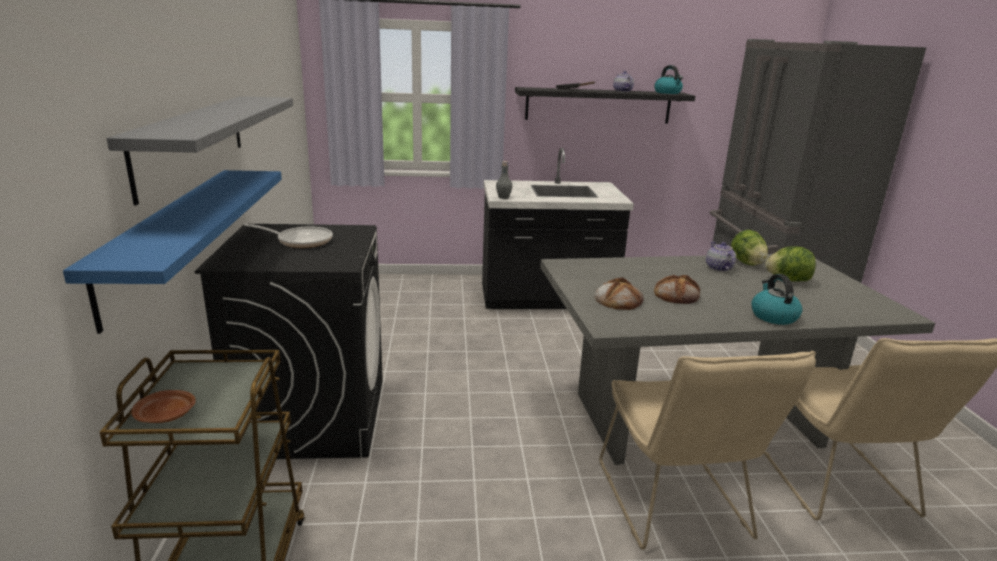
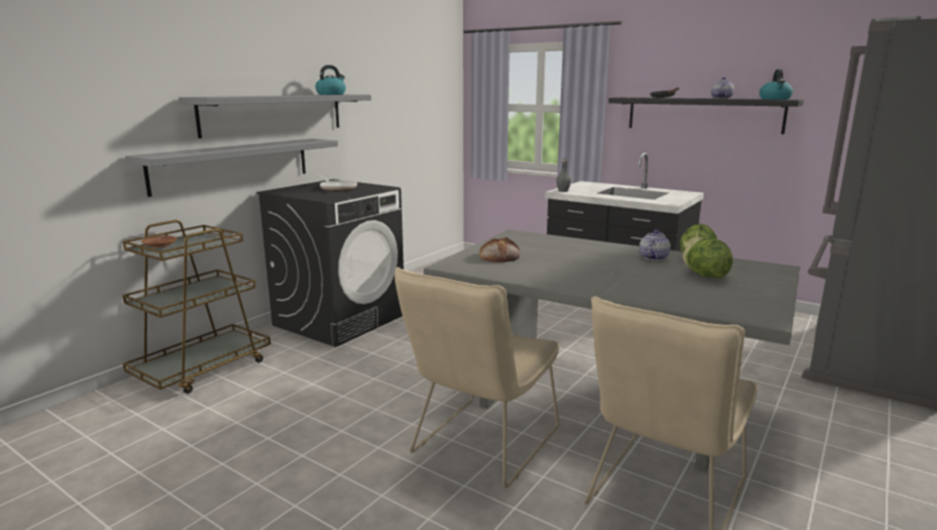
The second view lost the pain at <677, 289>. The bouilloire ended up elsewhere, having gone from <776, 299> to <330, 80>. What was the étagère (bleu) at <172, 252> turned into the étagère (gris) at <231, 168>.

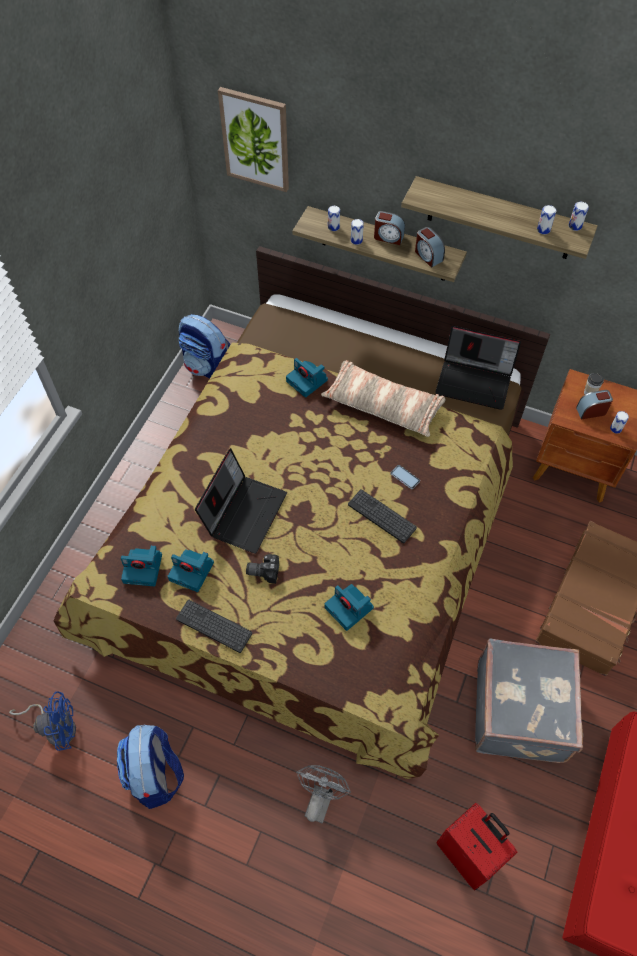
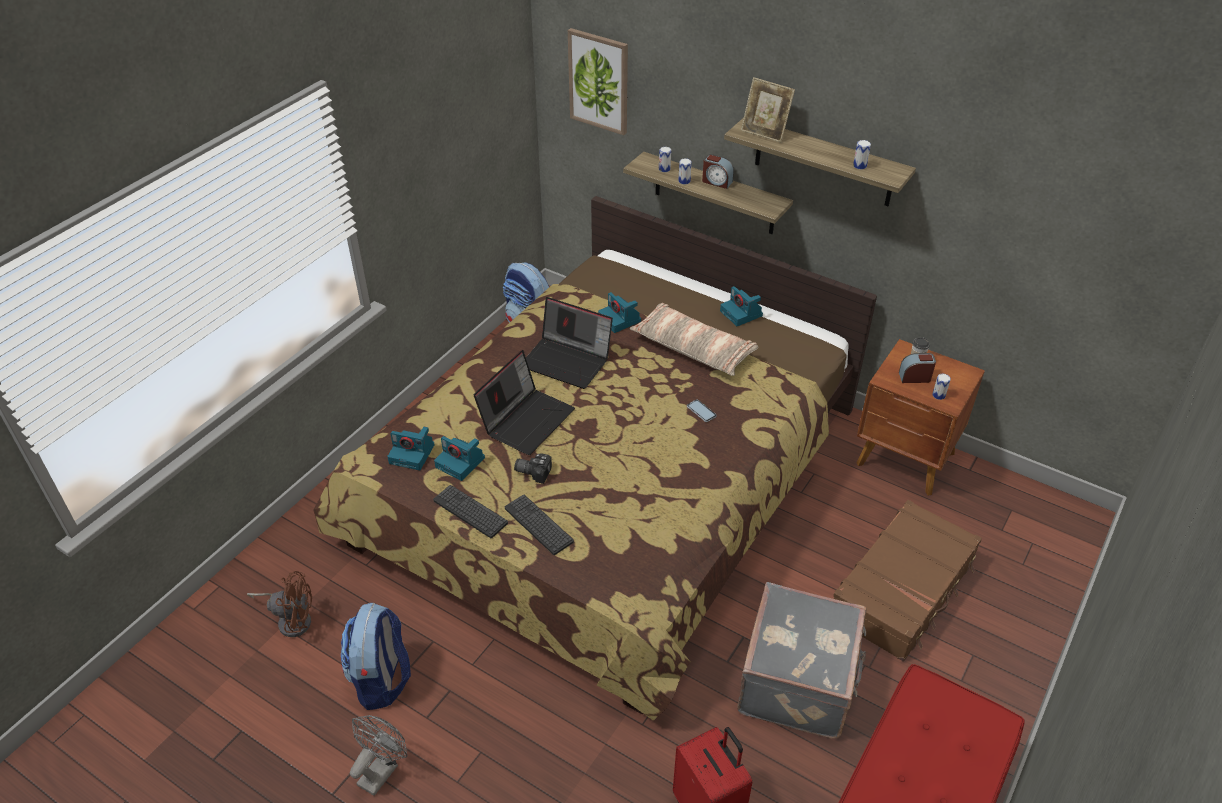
The second view lost the réveil at <430, 247>. The second view lost the boîte métallique at <579, 216>. The second view gained the cadre photo at <768, 110>. The ventilateur (gris) ended up elsewhere, having gone from <323, 794> to <378, 755>. The appareil photo ended up elsewhere, having gone from <349, 607> to <741, 306>. The clavier ended up elsewhere, having gone from <382, 516> to <539, 525>. The ordinateur portable ended up elsewhere, having gone from <478, 368> to <569, 343>. What was the ventilateur (bleu) at <42, 721> turned into the ventilateur (marron) at <279, 604>.

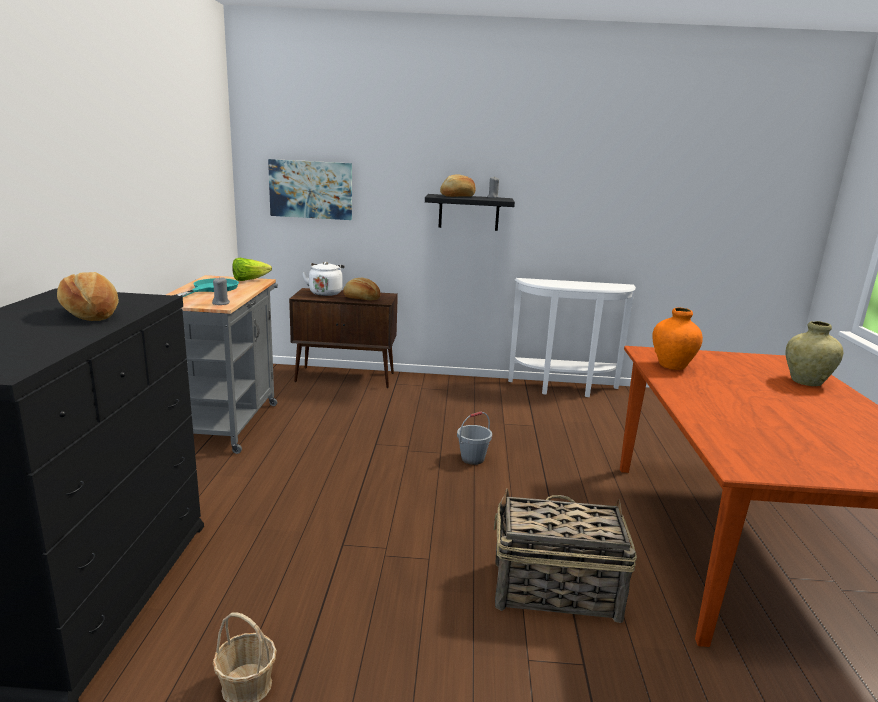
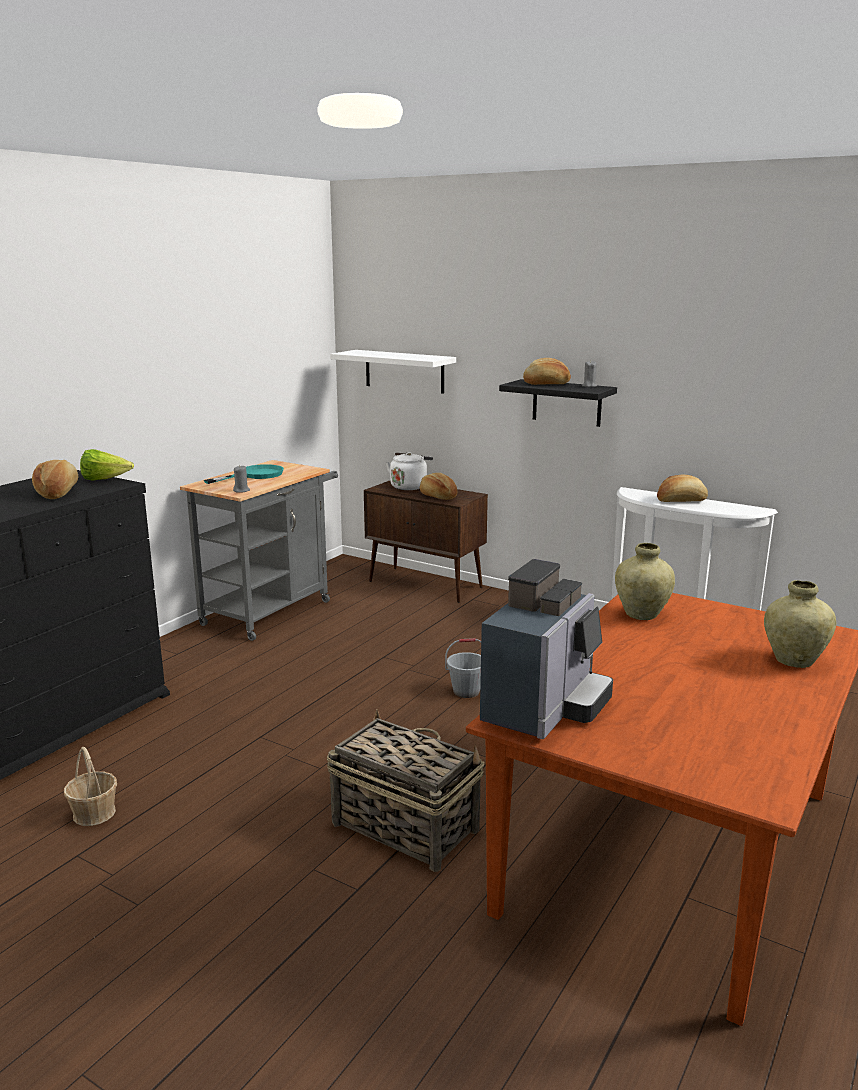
The second view gained the machine à café at <546, 649>. The second view gained the pain at <682, 488>. The laitue ended up elsewhere, having gone from <252, 269> to <107, 465>. Where the tableau hung at <310, 189>, the étagère (blanc) came to hang at <393, 372>. What was the vase (orange) at <677, 338> turned into the vase (beige) at <645, 581>.

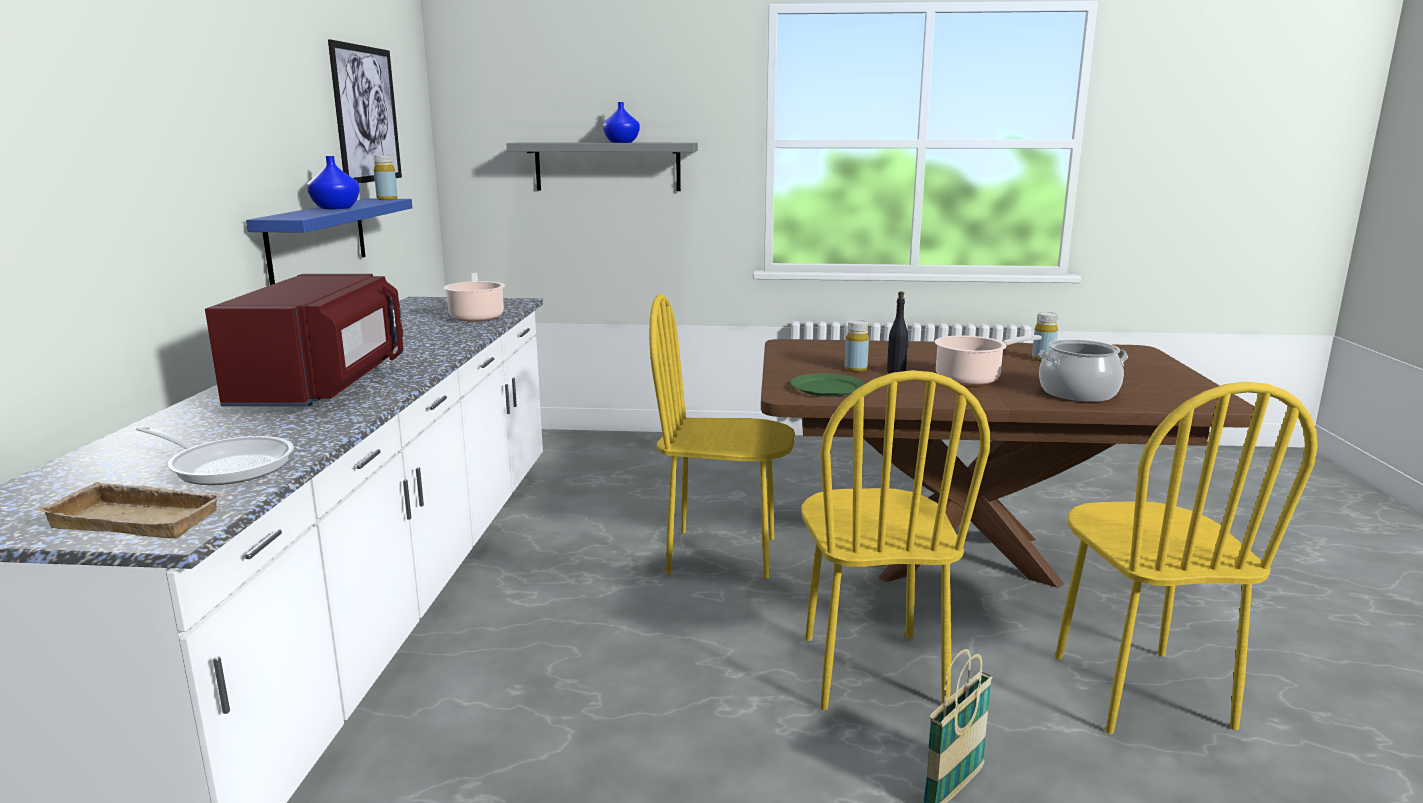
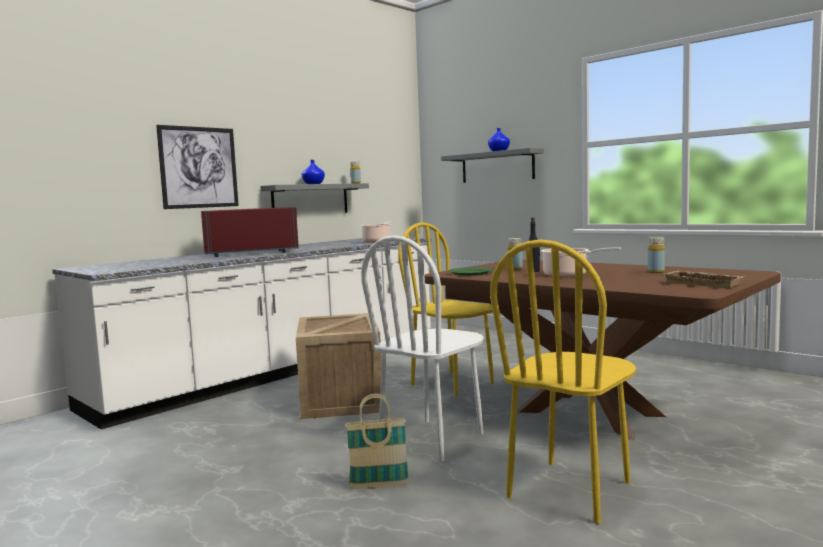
The second view lost the poêle at <215, 455>. The second view lost the marmite at <1083, 370>. The second view gained the caisse at <339, 366>. The plateau (beige) ended up elsewhere, having gone from <131, 510> to <704, 279>. The tableau ended up elsewhere, having gone from <365, 111> to <197, 167>. What was the étagère (bleu) at <329, 241> turned into the étagère (gris) at <314, 198>. What was the chaise (jaune) at <895, 540> turned into the chaise (blanc) at <422, 348>. The micro-ondes (rouge) at <304, 340> ended up facing another way, 150 degrees counterclockwise from before.

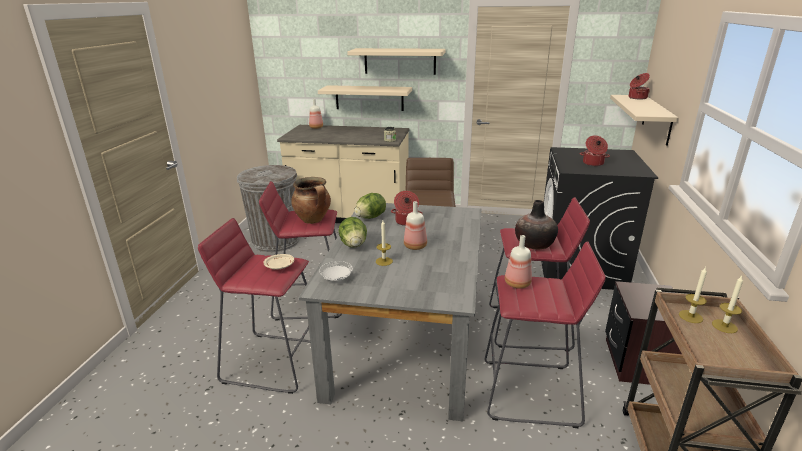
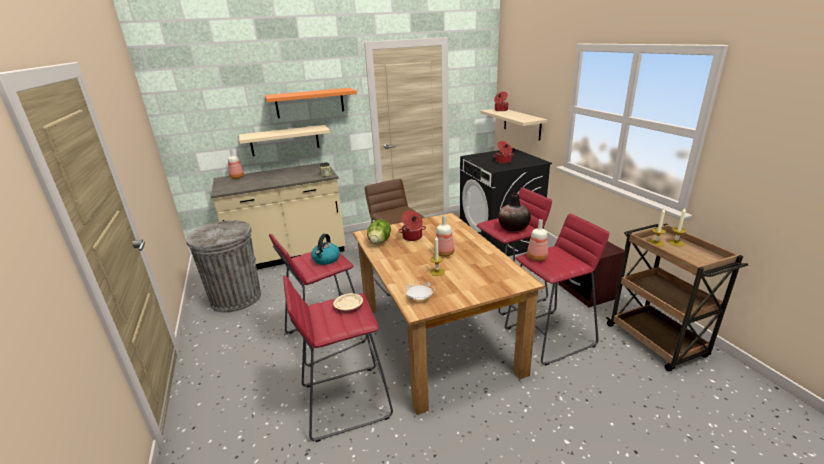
The second view lost the laitue at <352, 232>. Where the marmite stood at <311, 200>, the bouilloire came to stand at <325, 249>. What was the table à manger (gris) at <390, 312> turned into the table à manger (marron) at <449, 314>. What was the étagère (beige) at <396, 61> turned into the étagère (orange) at <311, 103>.

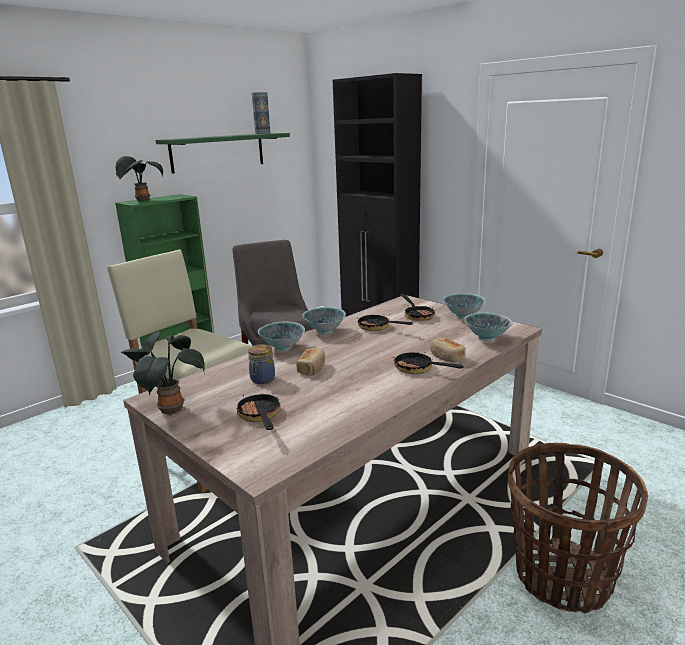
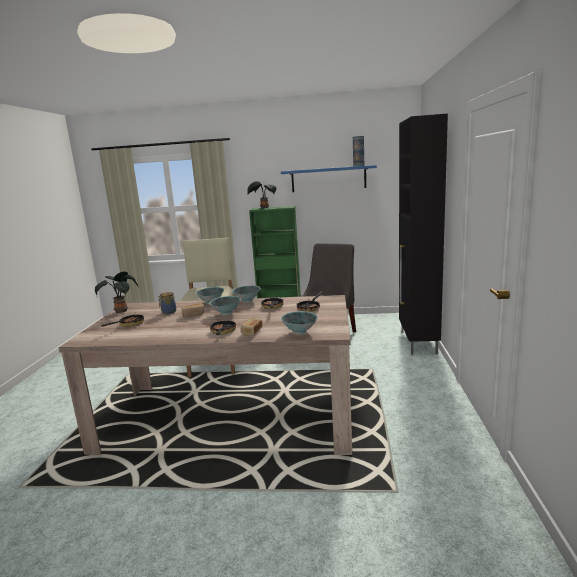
The second view lost the panier at <578, 528>. The bol ended up elsewhere, having gone from <464, 306> to <225, 305>. What was the étagère (vert) at <223, 153> turned into the étagère (bleu) at <329, 178>.

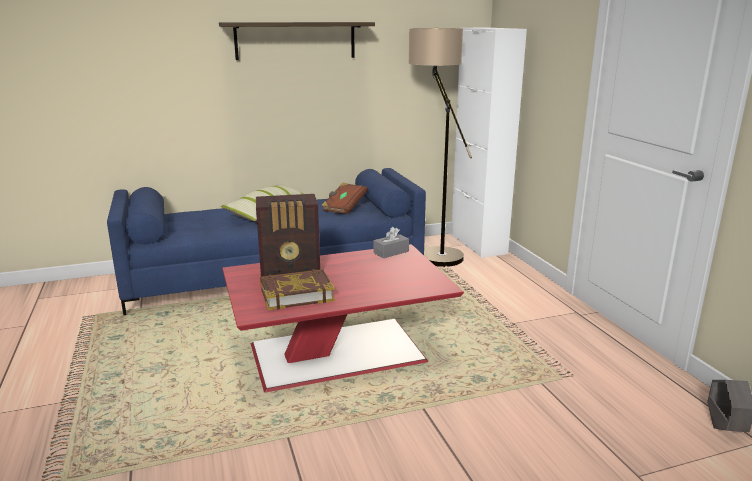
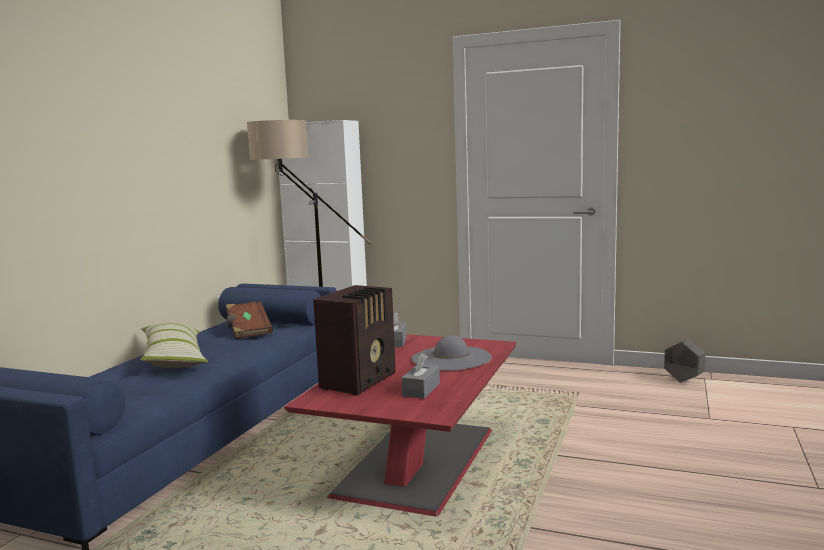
The second view lost the étagère at <297, 41>. The second view gained the chapeau (gris) at <451, 353>. Where the livre stood at <297, 289>, the boîte à mouchoirs (gris) came to stand at <420, 376>.

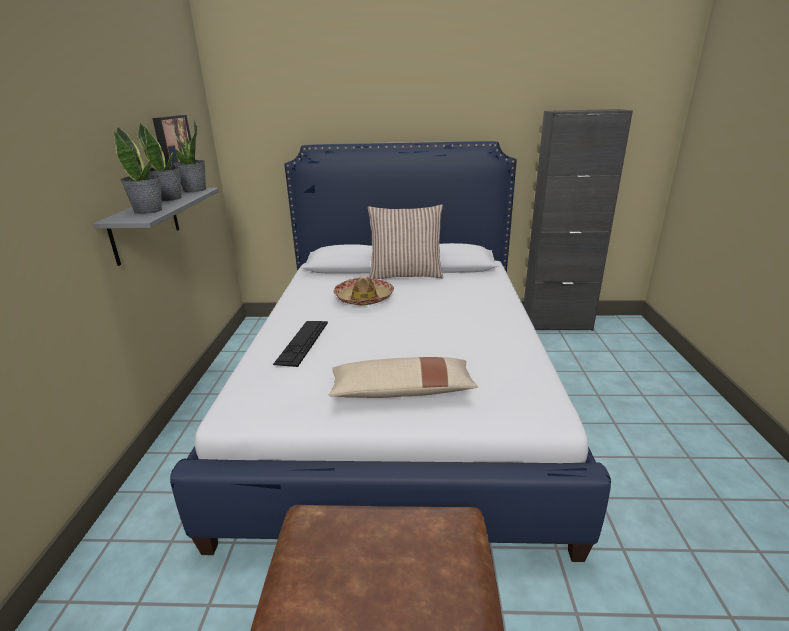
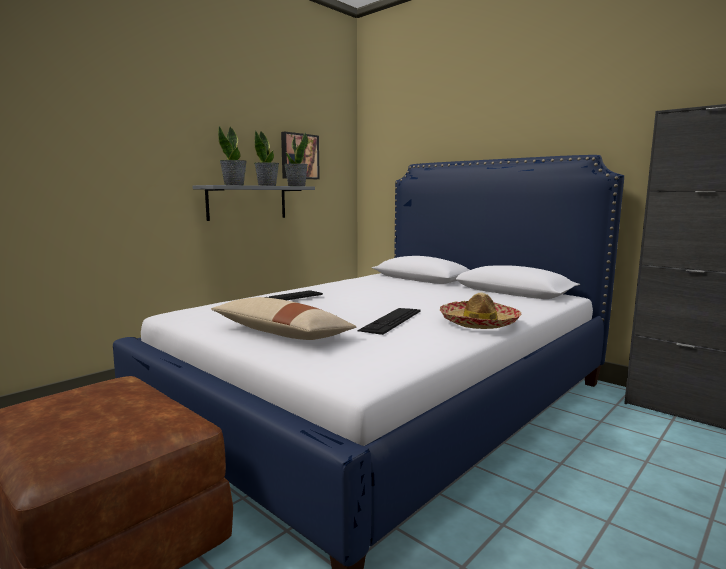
The second view lost the coussin at <405, 241>. The second view gained the clavier at <388, 321>. The chapeau ended up elsewhere, having gone from <364, 291> to <481, 310>.

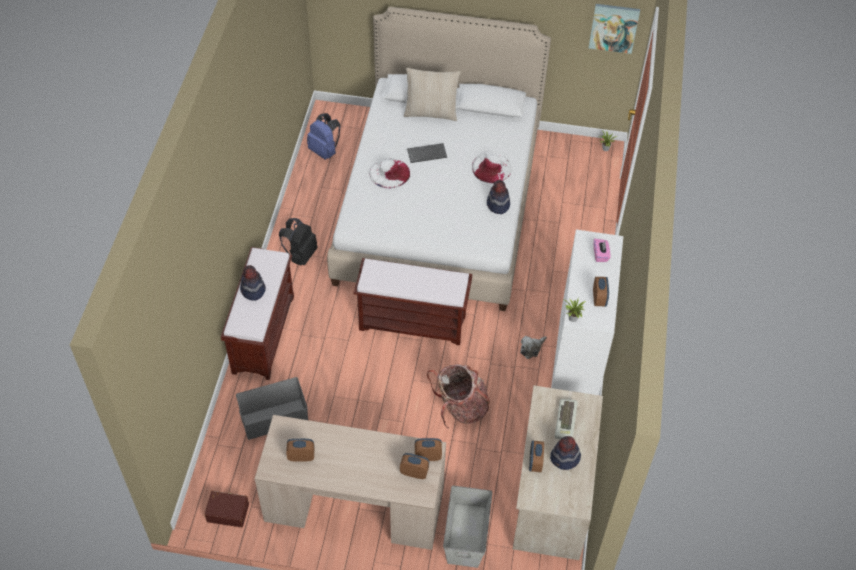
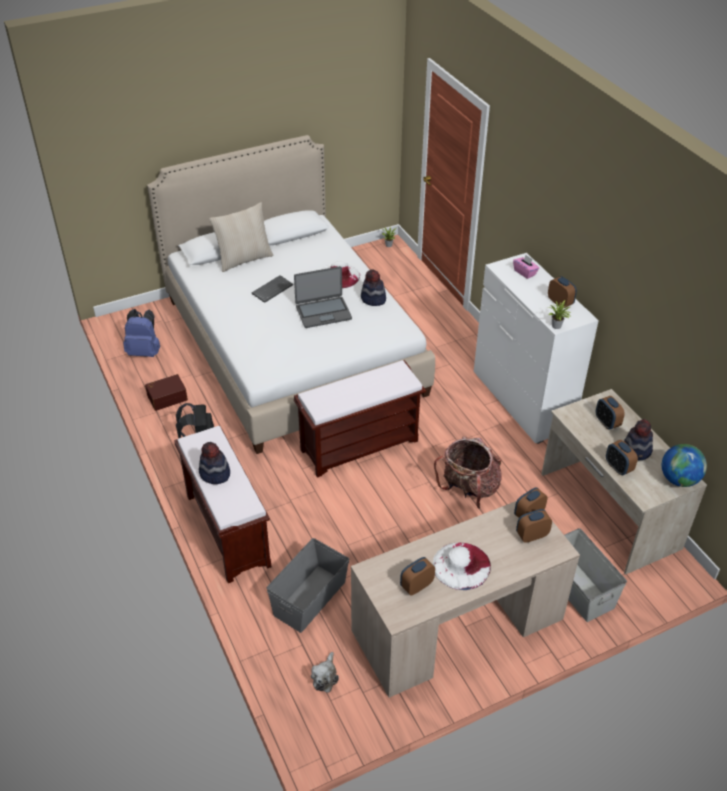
The second view lost the tableau at <614, 29>. The second view gained the ordinateur portable at <323, 297>. The second view gained the globe at <684, 465>. The boîte de rangement (marron) ended up elsewhere, having gone from <227, 509> to <166, 392>. The chapeau (blanc) ended up elsewhere, having gone from <389, 173> to <461, 566>. The peluche ended up elsewhere, having gone from <533, 347> to <325, 672>. Where the clavier stood at <566, 419>, the réveil came to stand at <610, 413>.

